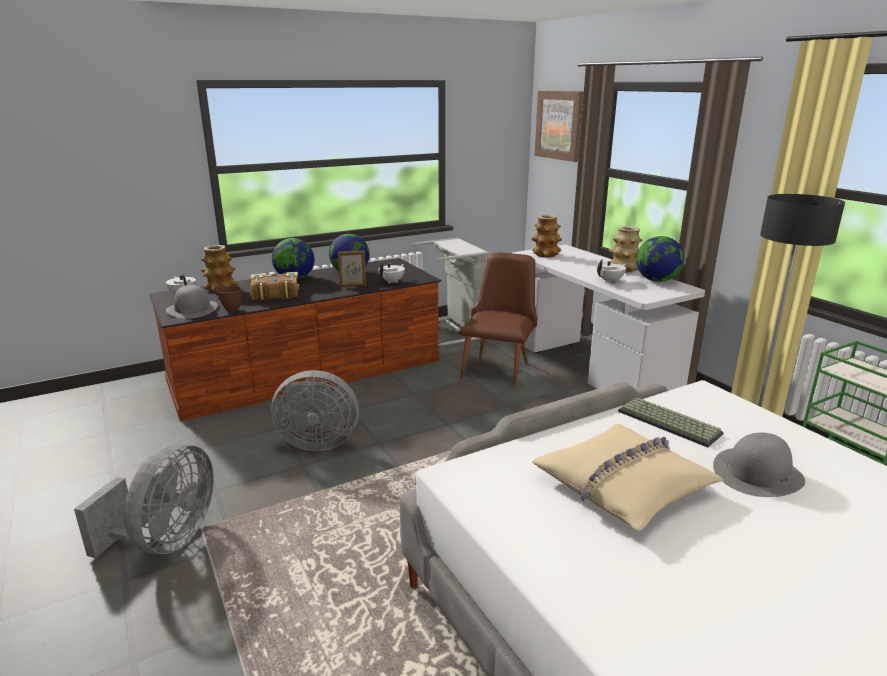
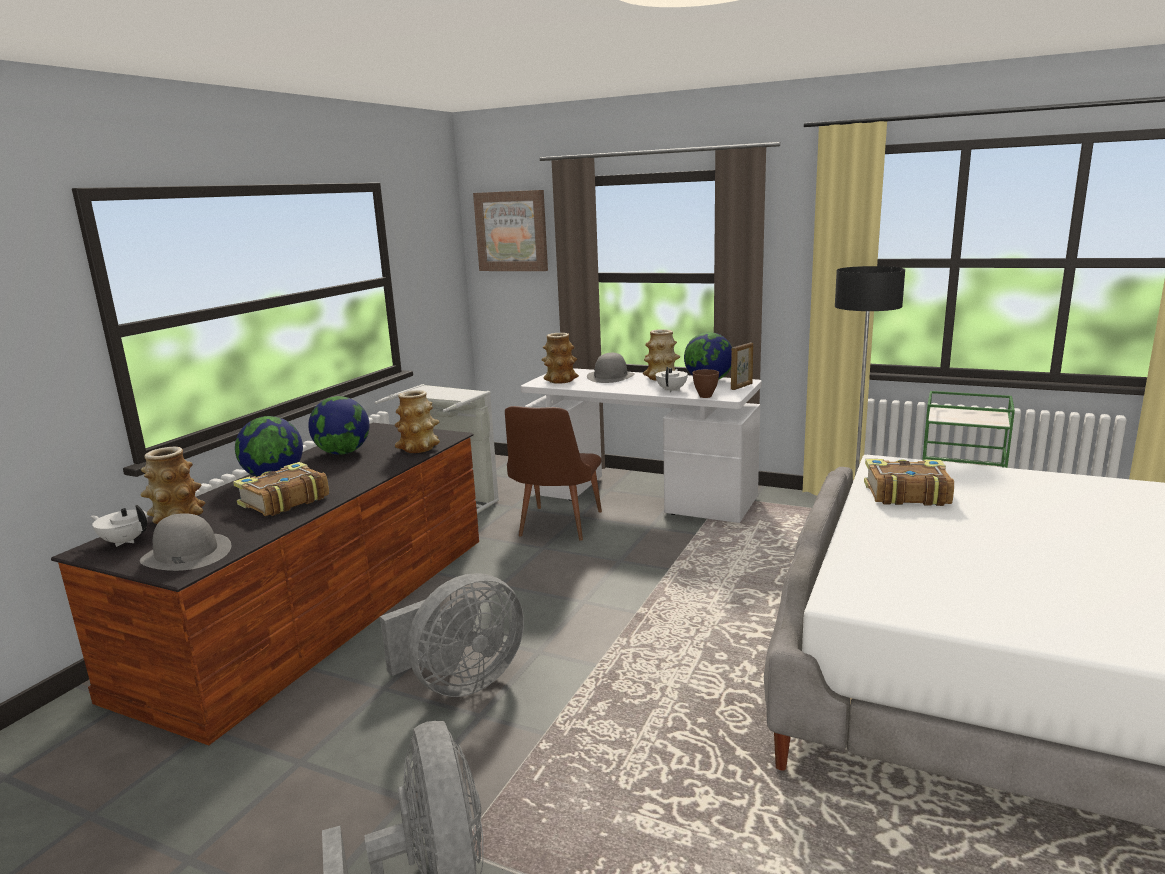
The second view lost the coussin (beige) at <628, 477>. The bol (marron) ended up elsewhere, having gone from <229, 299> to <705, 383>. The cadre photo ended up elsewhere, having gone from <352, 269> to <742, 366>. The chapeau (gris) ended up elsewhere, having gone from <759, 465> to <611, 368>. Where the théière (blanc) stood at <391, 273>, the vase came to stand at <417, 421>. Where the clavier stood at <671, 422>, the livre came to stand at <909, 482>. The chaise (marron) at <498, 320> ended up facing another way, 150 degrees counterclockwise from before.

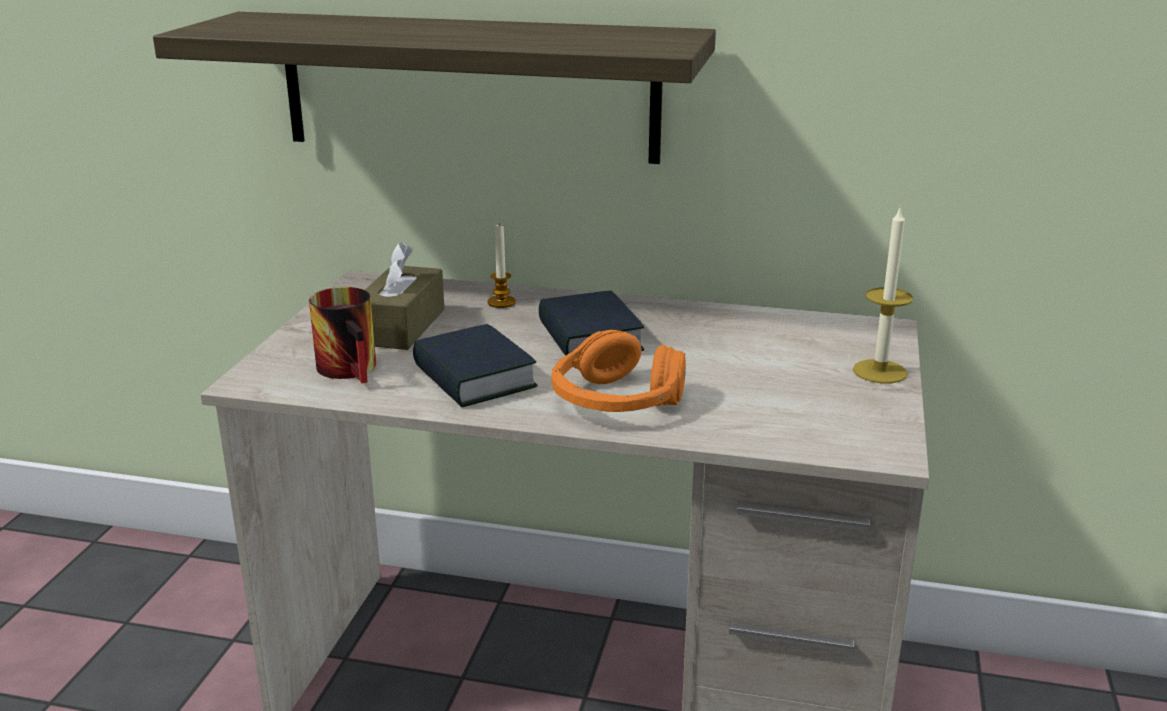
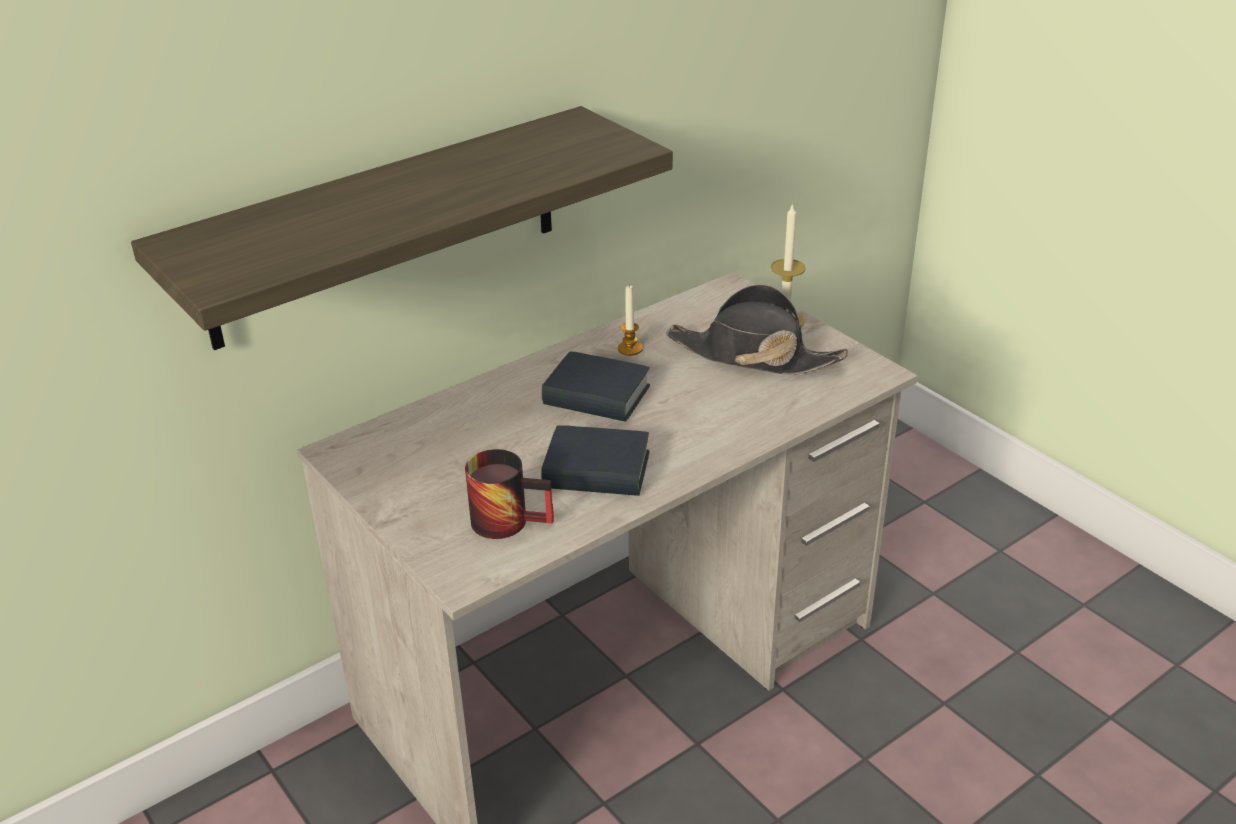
The second view lost the boîte à mouchoirs (marron) at <405, 296>. The second view lost the casque audio (orange) at <618, 371>. The second view gained the chapeau (noir) at <757, 329>. The bougie ended up elsewhere, having gone from <502, 266> to <630, 320>.

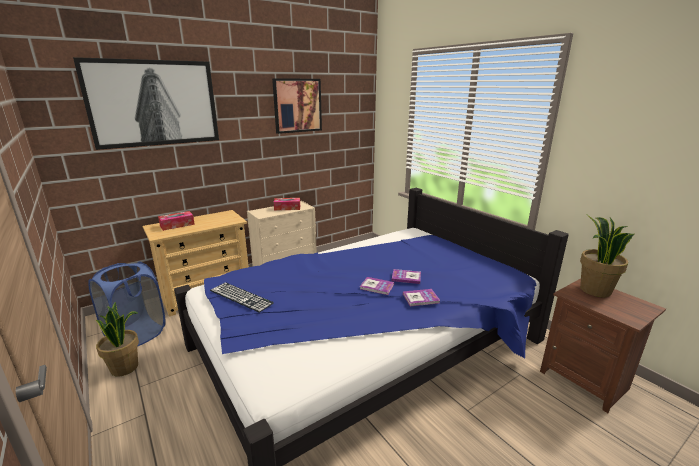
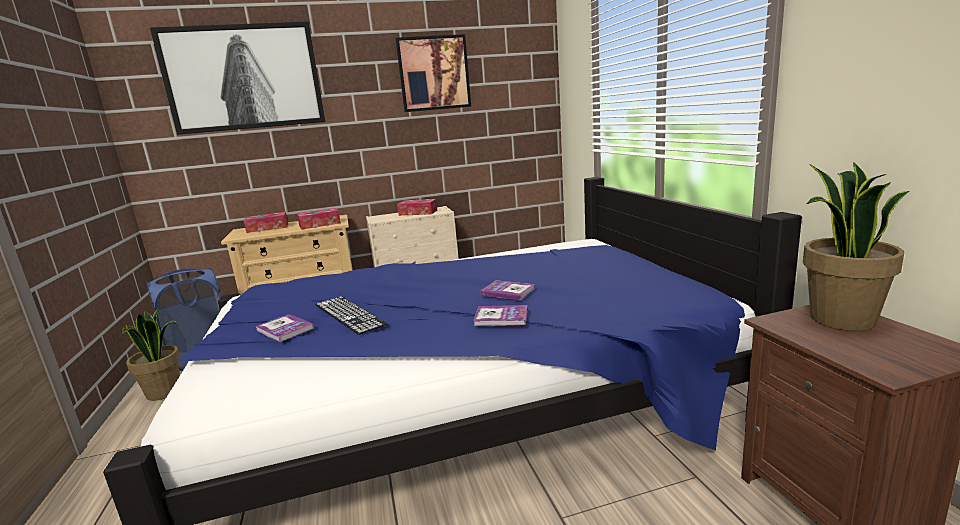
The second view gained the boîte à mouchoirs at <319, 218>. The clavier ended up elsewhere, having gone from <242, 297> to <351, 315>. The livre ended up elsewhere, having gone from <377, 286> to <284, 328>.

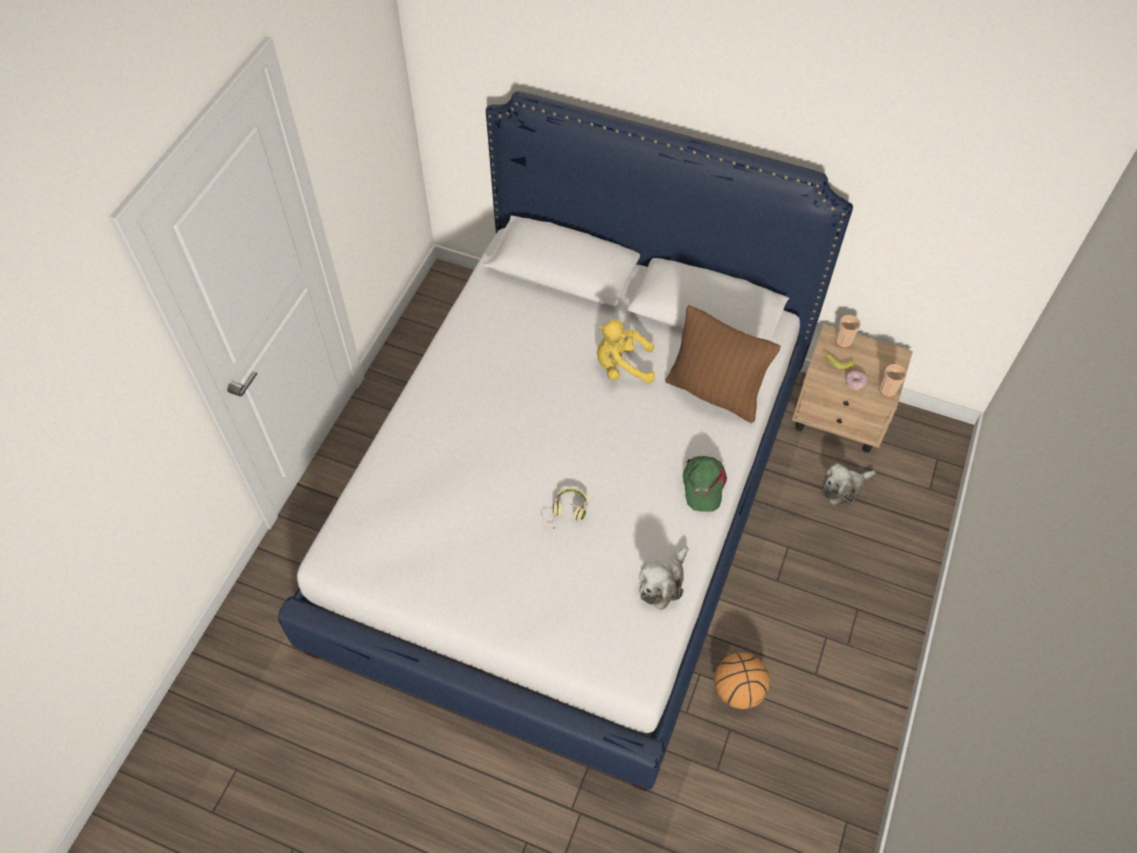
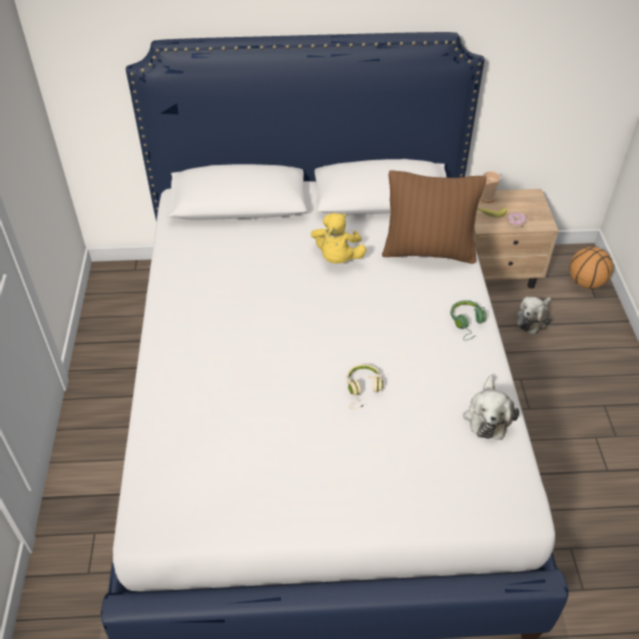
The second view lost the tasse at <893, 380>. The ballon de basket ended up elsewhere, having gone from <742, 681> to <591, 267>. Where the casquette (vert) stood at <705, 484>, the casque audio (vert) came to stand at <468, 320>. The peluche (jaune) at <626, 351> ended up facing another way, 60 degrees counterclockwise from before.

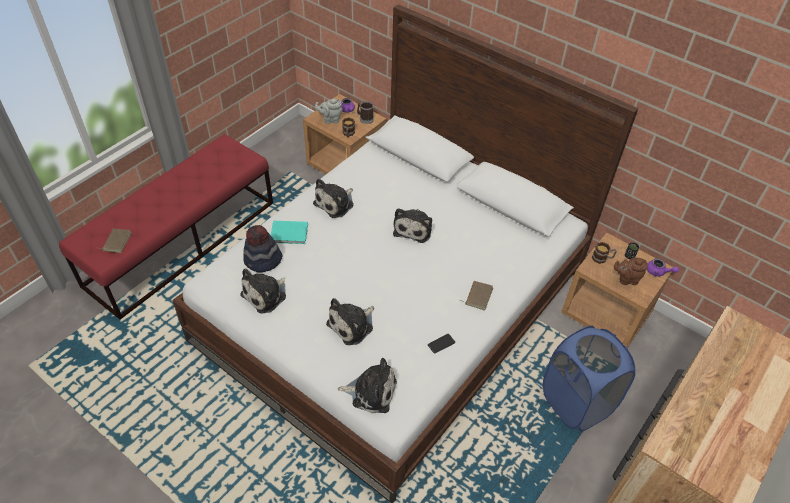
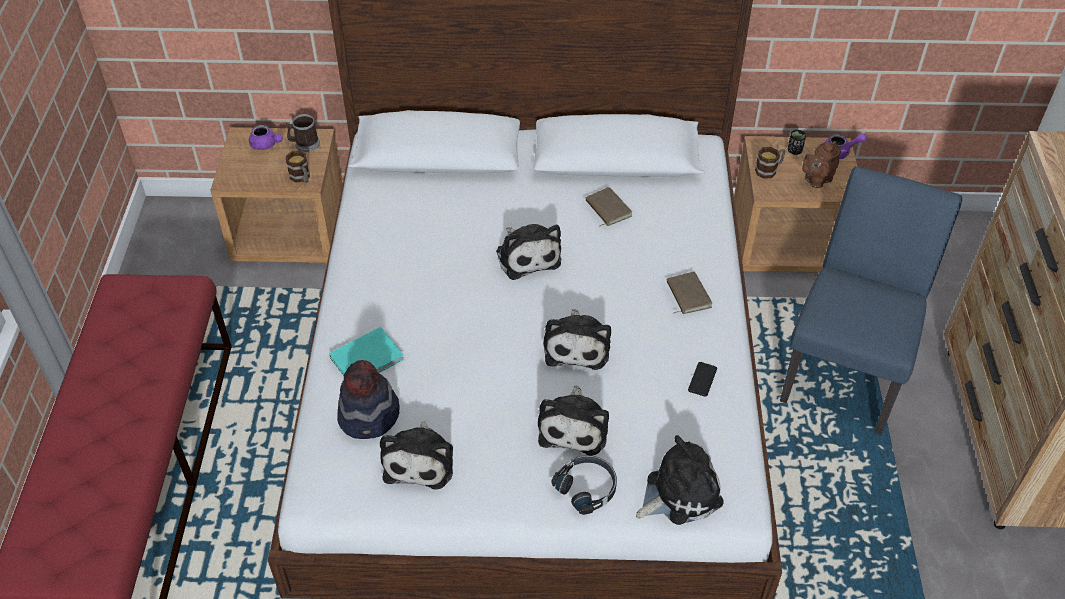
The second view lost the théière (gris) at <329, 111>. The second view gained the casque audio (noir) at <584, 485>. The livre (marron) ended up elsewhere, having gone from <115, 241> to <608, 207>. The peluche ended up elsewhere, having gone from <333, 198> to <577, 339>. Where the panier à linge (bleu) stood at <589, 379>, the chaise (bleu) came to stand at <871, 300>.

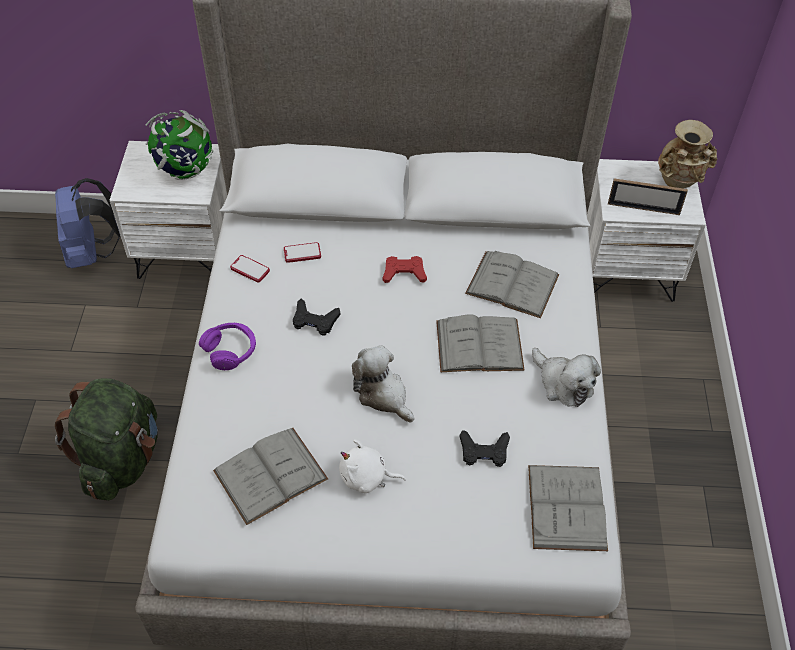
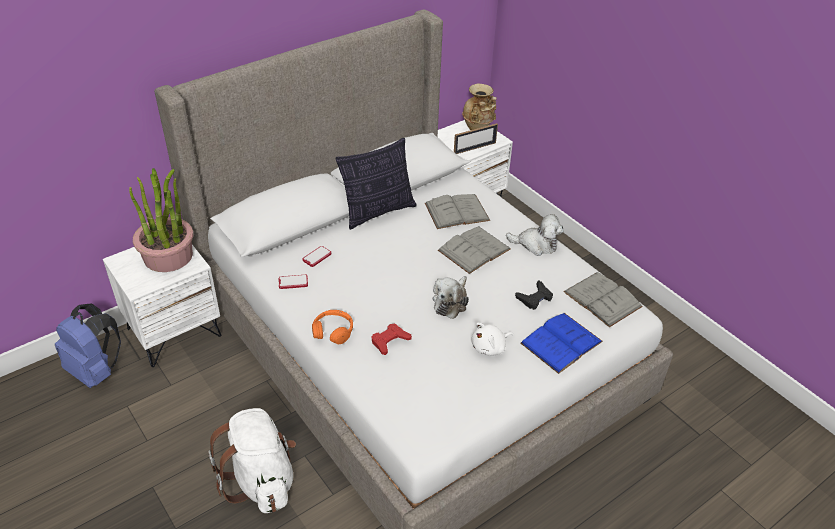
The second view lost the livre (gris) at <270, 476>. The second view lost the manette (noir) at <317, 317>. The second view gained the coussin at <376, 184>. The second view gained the livre (bleu) at <561, 343>. The manette (rouge) ended up elsewhere, having gone from <405, 269> to <391, 339>. Where the globe stood at <179, 145>, the plante en pot came to stand at <161, 220>. What was the sac à dos (vert) at <106, 439> turned into the sac à dos (blanc) at <252, 460>. What was the casque audio (violet) at <227, 346> turned into the casque audio (orange) at <332, 327>. The peluche at <383, 383> ended up facing another way, 75 degrees counterclockwise from before.

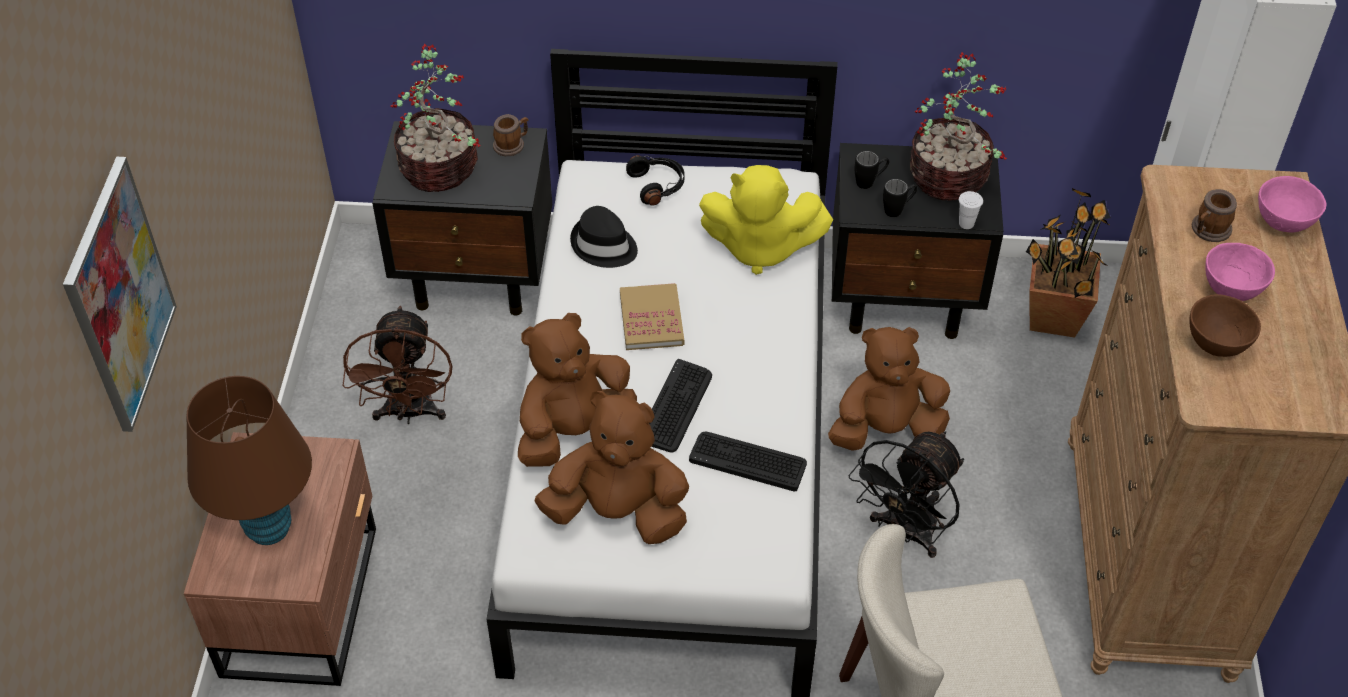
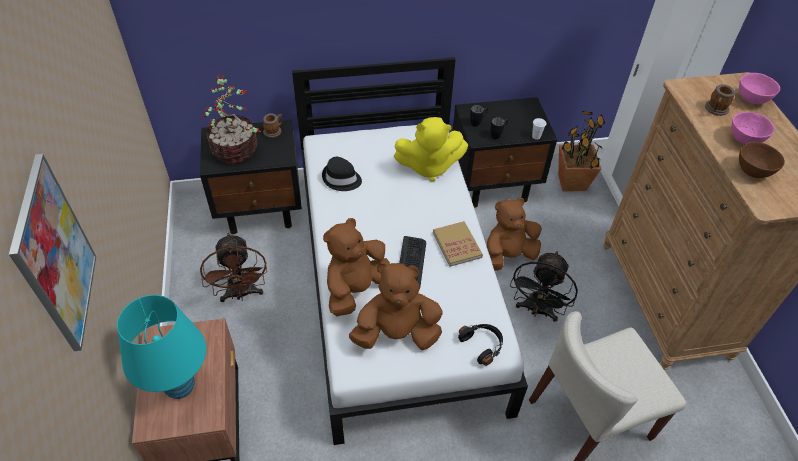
The second view lost the clavier at <748, 461>. The second view lost the plante en pot at <958, 126>. The livre ended up elsewhere, having gone from <652, 316> to <458, 244>. The casque audio (noir) ended up elsewhere, having gone from <655, 180> to <480, 345>. What was the lampe de table (marron) at <249, 460> turned into the lampe de table (turquoise) at <161, 347>.

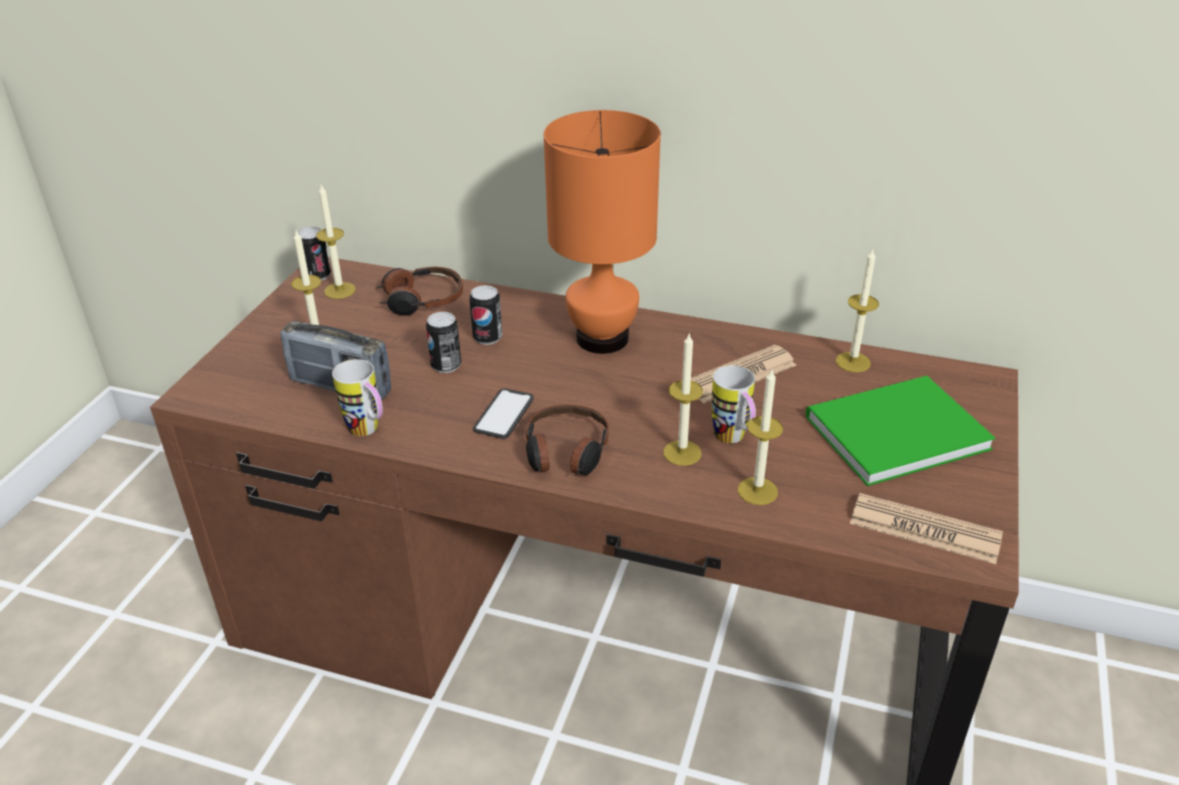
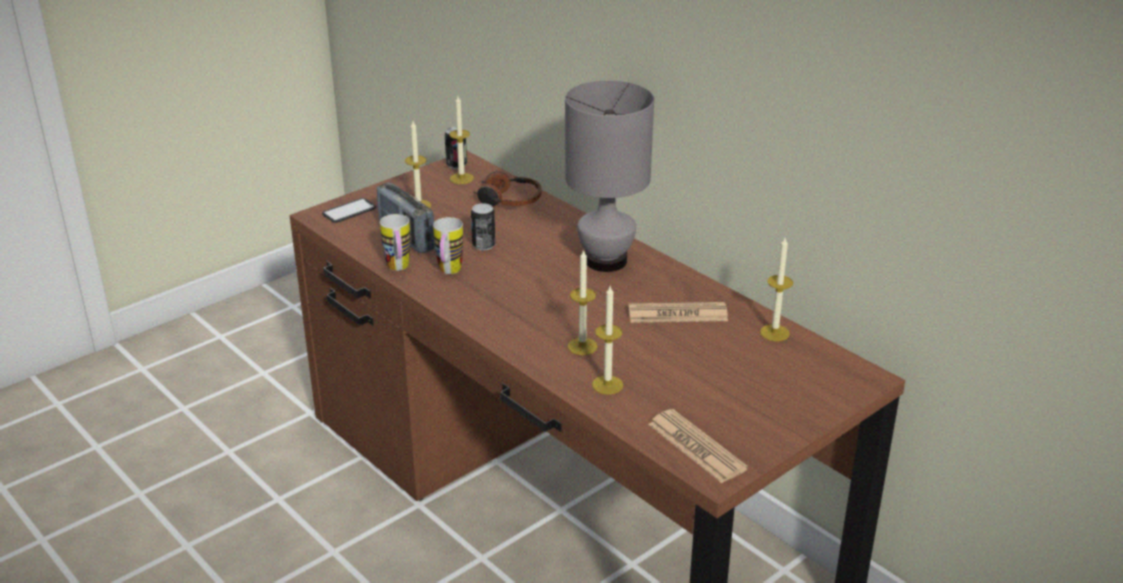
The second view lost the boîte métallique at <485, 315>. The second view lost the casque audio at <567, 440>. The second view lost the livre (vert) at <901, 431>. The téléphone ended up elsewhere, having gone from <503, 413> to <349, 210>. The mug ended up elsewhere, having gone from <734, 404> to <448, 245>. What was the lampe de table (orange) at <602, 232> turned into the lampe de table (gris) at <609, 176>.

